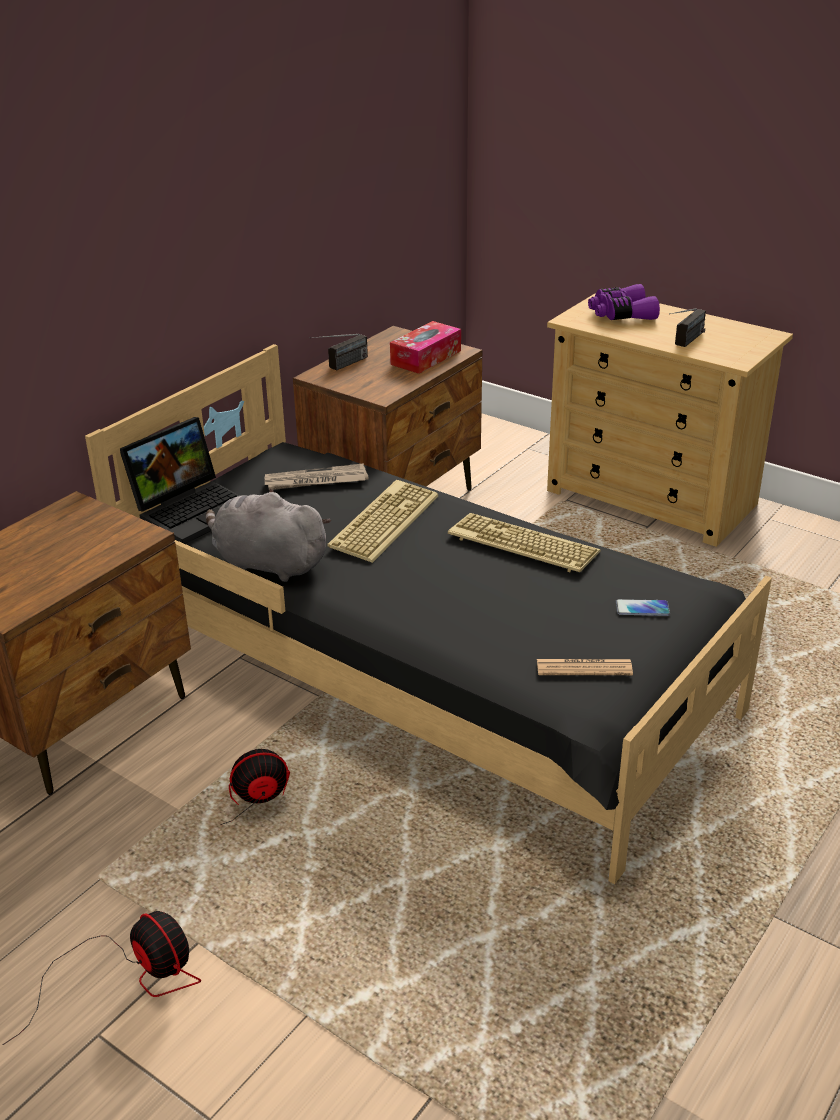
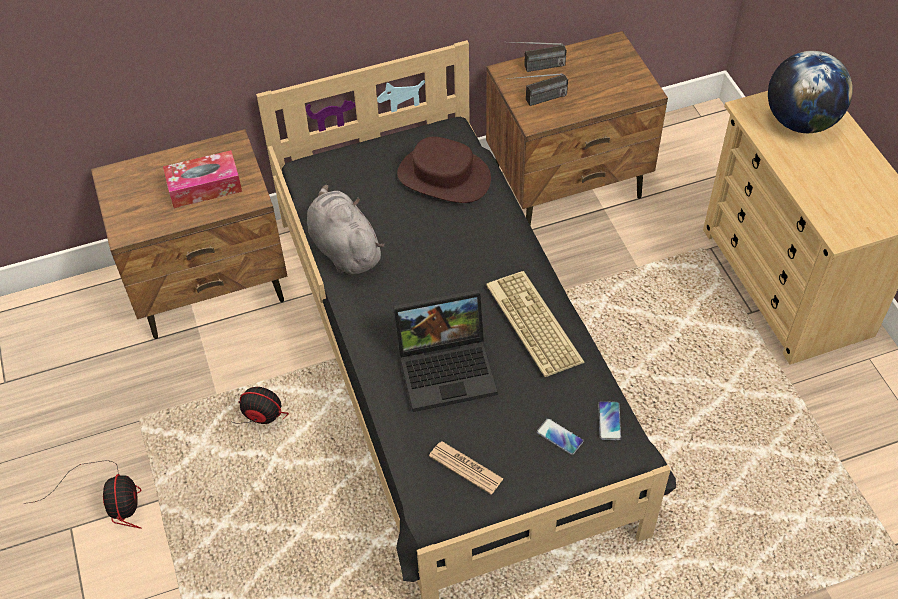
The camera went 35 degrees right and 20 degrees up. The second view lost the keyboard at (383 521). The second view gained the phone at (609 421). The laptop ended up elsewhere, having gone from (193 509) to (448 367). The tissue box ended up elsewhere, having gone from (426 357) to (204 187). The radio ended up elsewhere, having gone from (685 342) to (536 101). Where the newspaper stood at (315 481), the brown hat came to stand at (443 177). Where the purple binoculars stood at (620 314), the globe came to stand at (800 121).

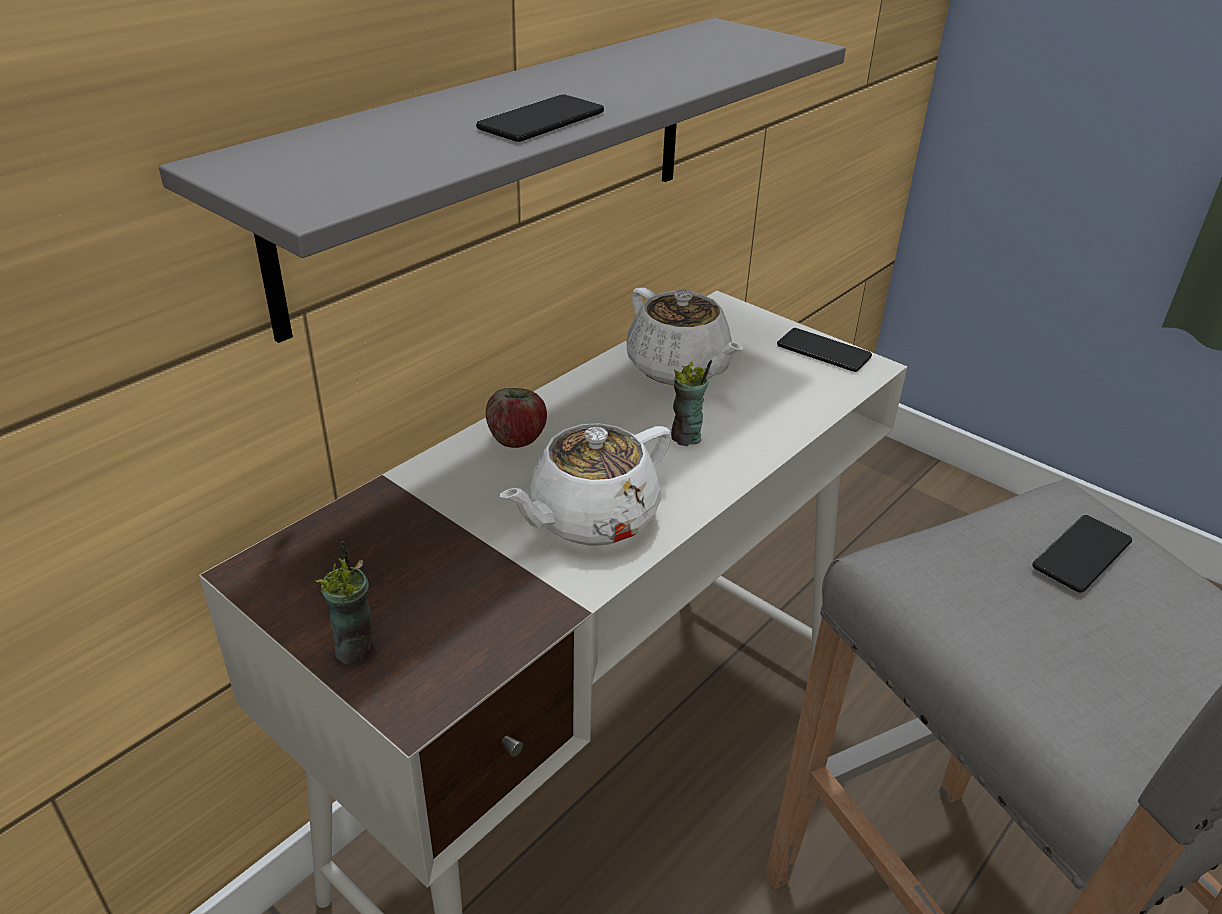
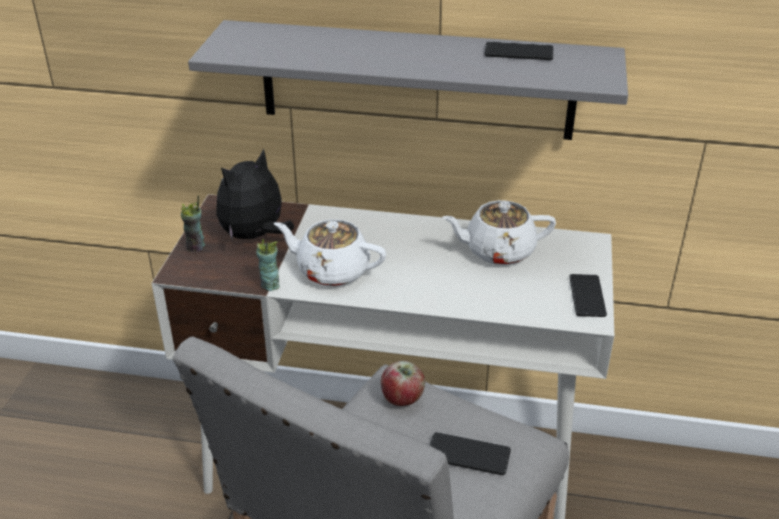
The camera went 60 degrees right and 0 degrees up. The second view gained the plush toy at (255 236). The phone ended up elsewhere, having gone from (541 120) to (518 52). The apple ended up elsewhere, having gone from (517 439) to (403 398). The cup ended up elsewhere, having gone from (686 438) to (270 285). The white teapot at (679 368) ended up facing another way, 60 degrees clockwise from before.

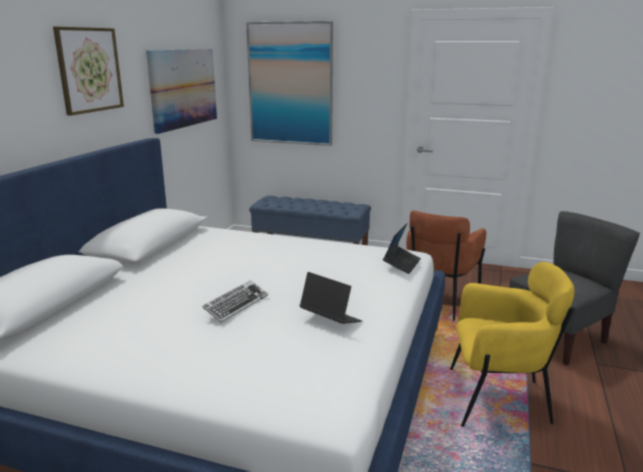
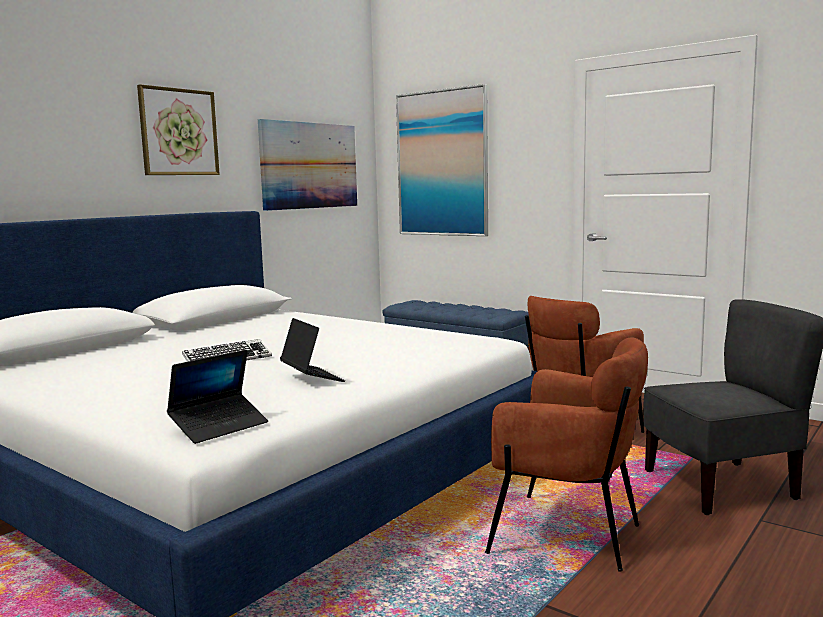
The camera went 20 degrees right and 10 degrees down. The laptop ended up elsewhere, having gone from (401 264) to (219 426). What was the yellow armchair at (498 398) turned into the brown armchair at (566 535).

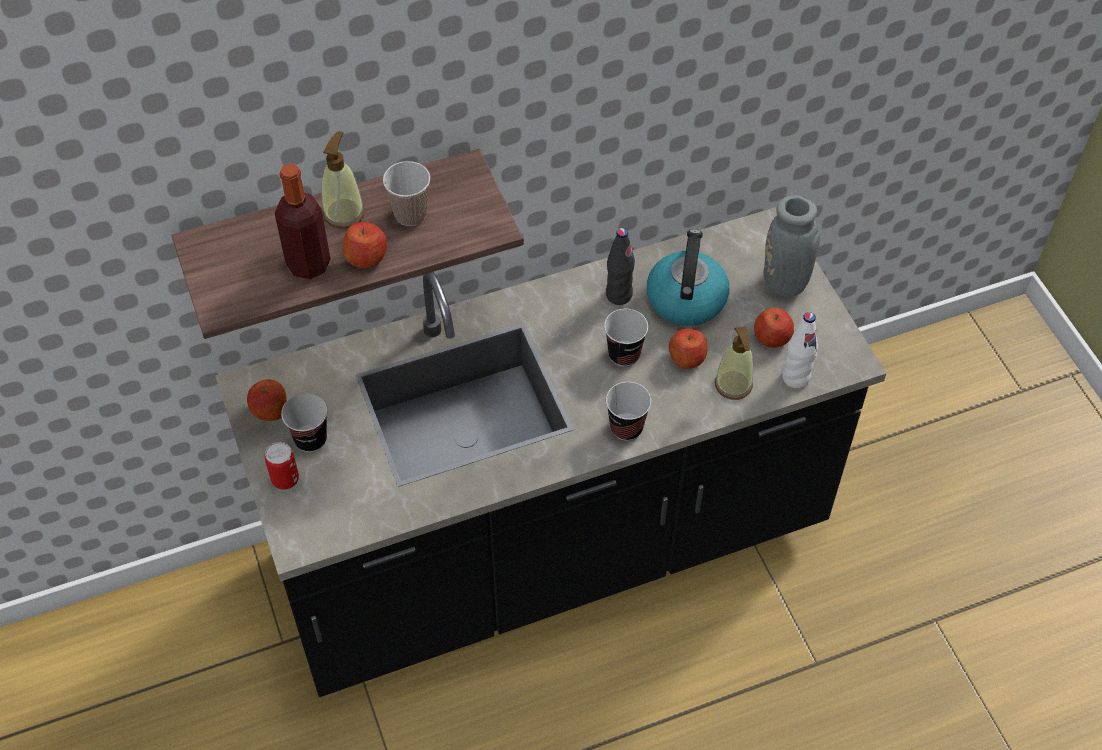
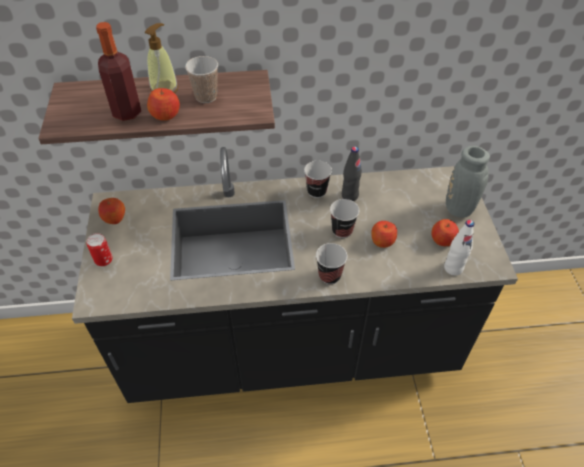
The camera went 15 degrees right and 5 degrees down. The second view lost the kettle at (686 298). The second view lost the soap dispenser at (733 385). The cup ended up elsewhere, having gone from (310 439) to (317 191).

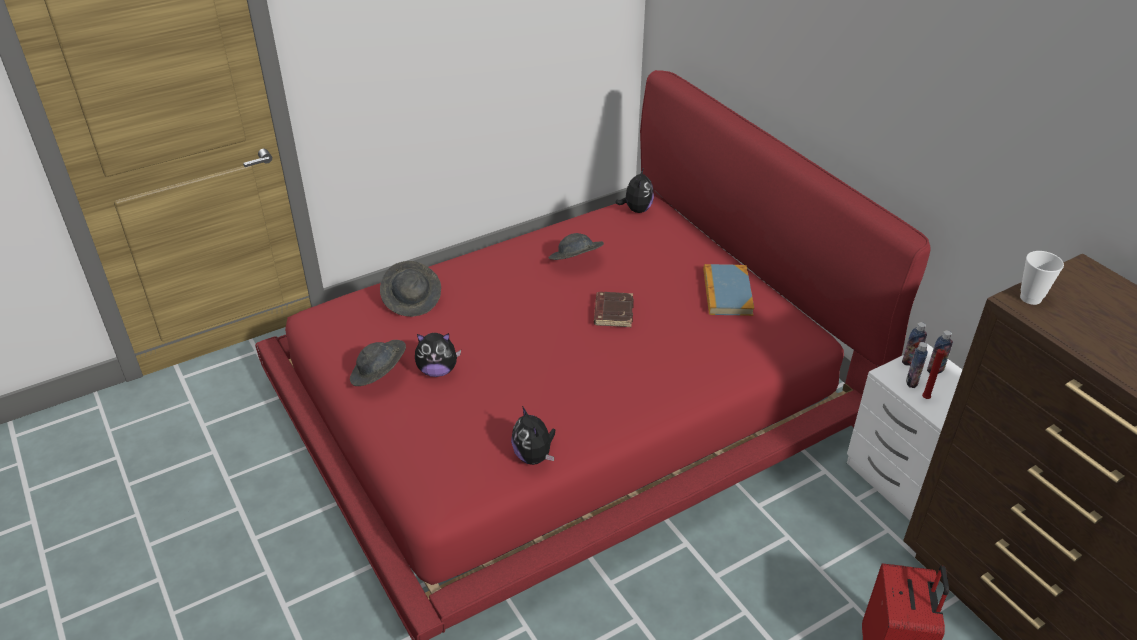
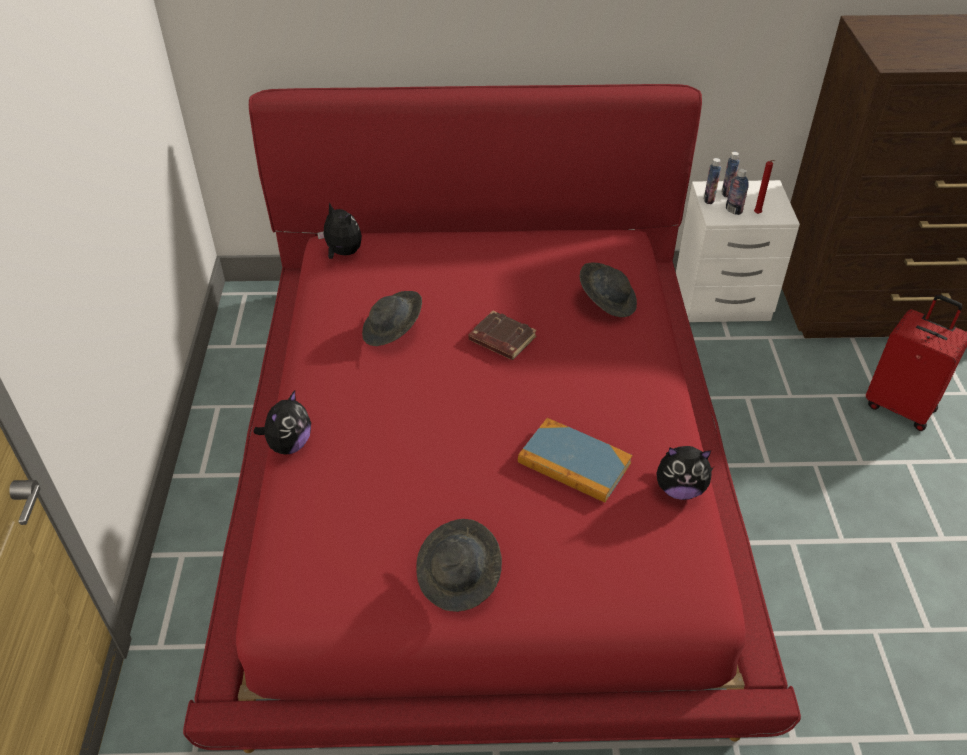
The camera went 60 degrees left and 5 degrees up. The second view lost the cup at (1030 298). The grey hat ended up elsewhere, having gone from (412 300) to (607 301). The plush toy ended up elsewhere, having gone from (437 371) to (289 444). The book ended up elsewhere, having gone from (727 293) to (574 463).

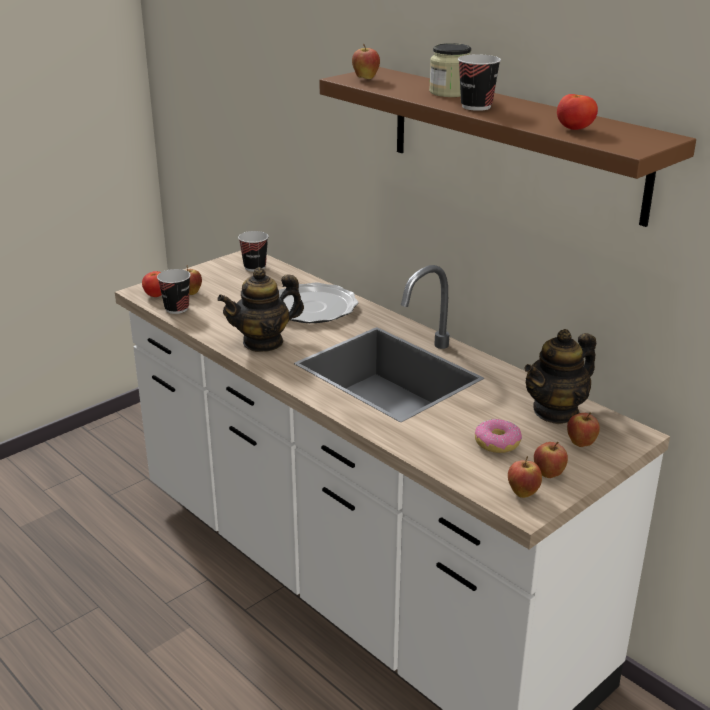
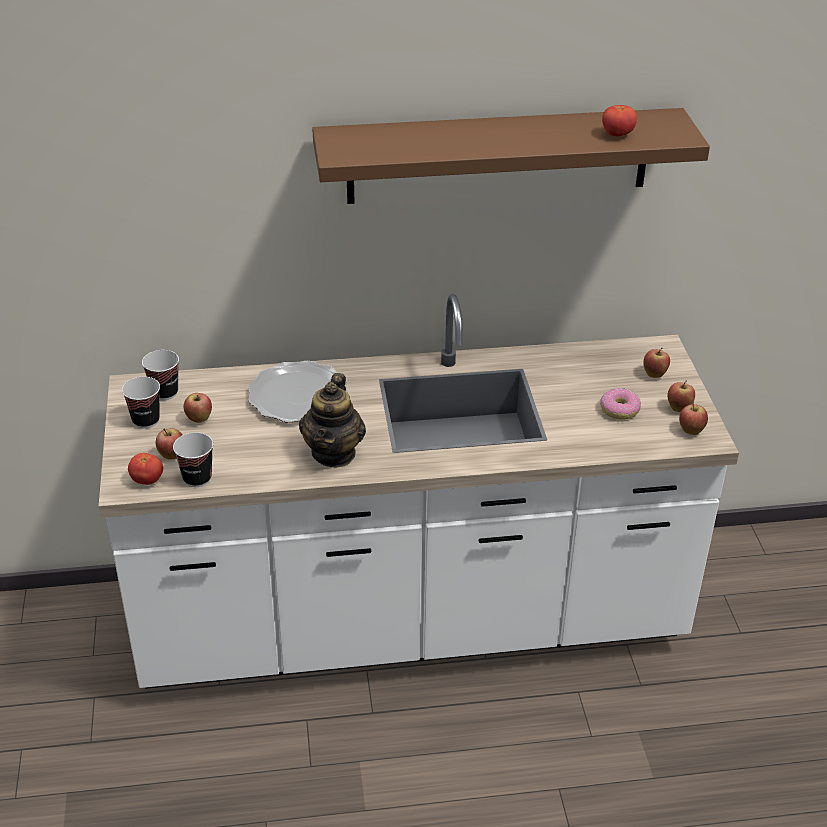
The camera went 55 degrees left and 10 degrees up. The second view lost the jar at (450 92). The second view lost the teapot at (556 411). The apple ended up elsewhere, having gone from (365 79) to (199 419). The cup ended up elsewhere, having gone from (476 106) to (146 420).

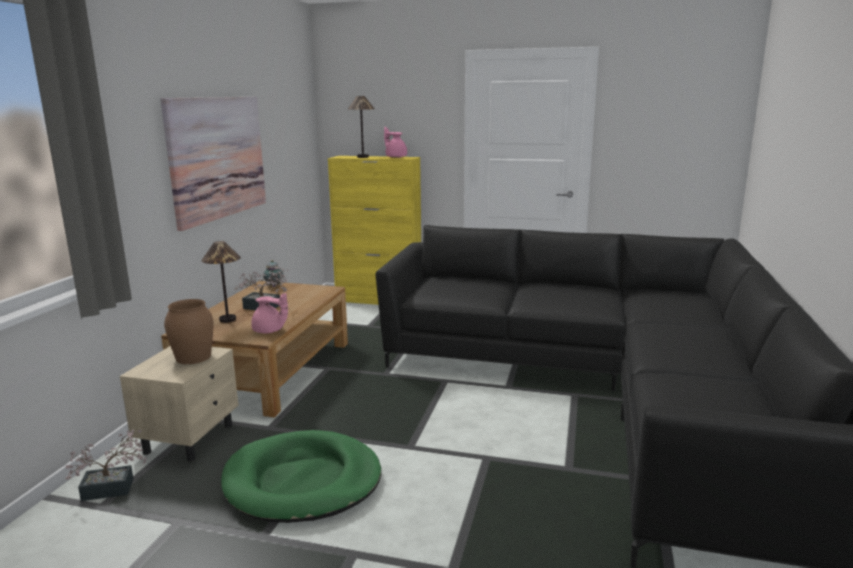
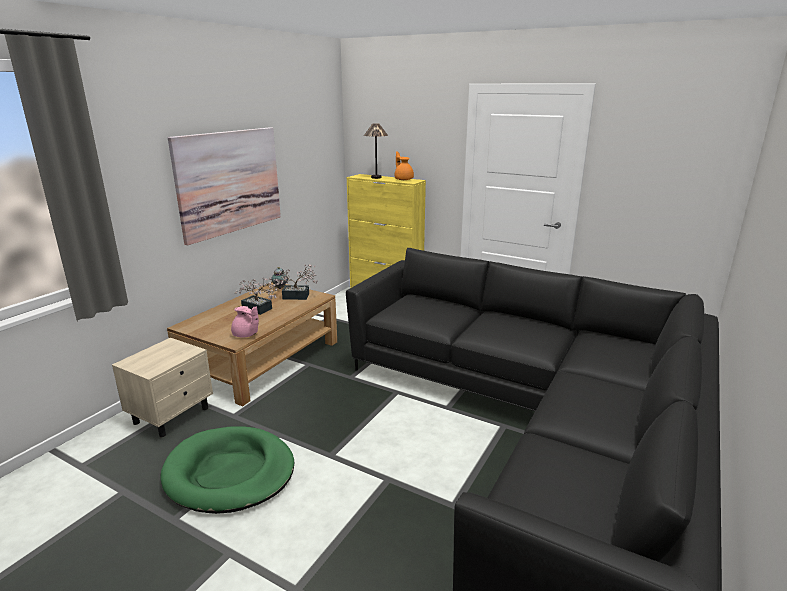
The camera went 15 degrees right and 5 degrees up. The second view lost the brown vase at (194 357). The second view lost the table lamp at (227 320). The potted plant ended up elsewhere, having gone from (114 489) to (299 296). What was the pink teapot at (395 157) turned into the orange teapot at (403 179).

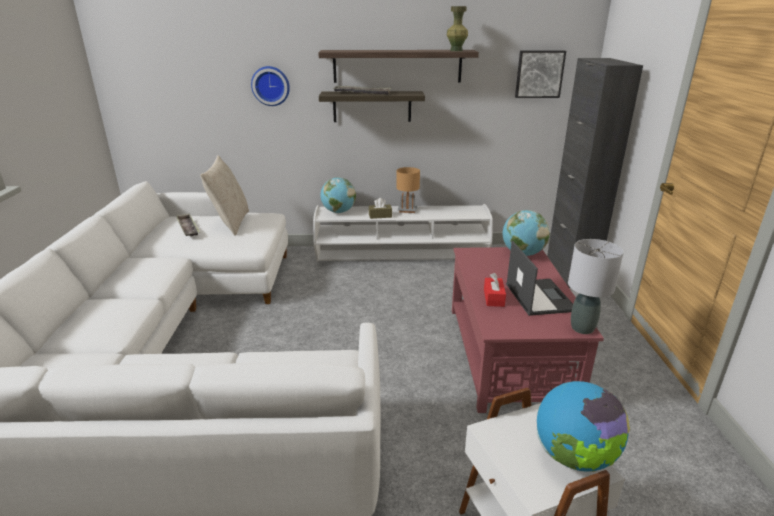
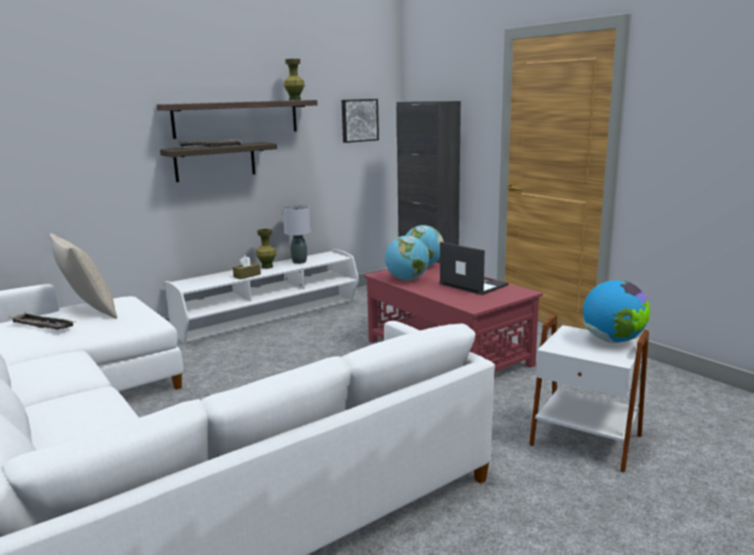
The camera went 35 degrees left and 10 degrees down. The second view lost the wall clock at (271 85). The second view lost the red tissue box at (493 298). The globe ended up elsewhere, having gone from (338 212) to (407 279). The grey table lamp ended up elsewhere, having gone from (581 328) to (299 262). Where the brown table lamp stood at (407 210), the green vase came to stand at (267 267).

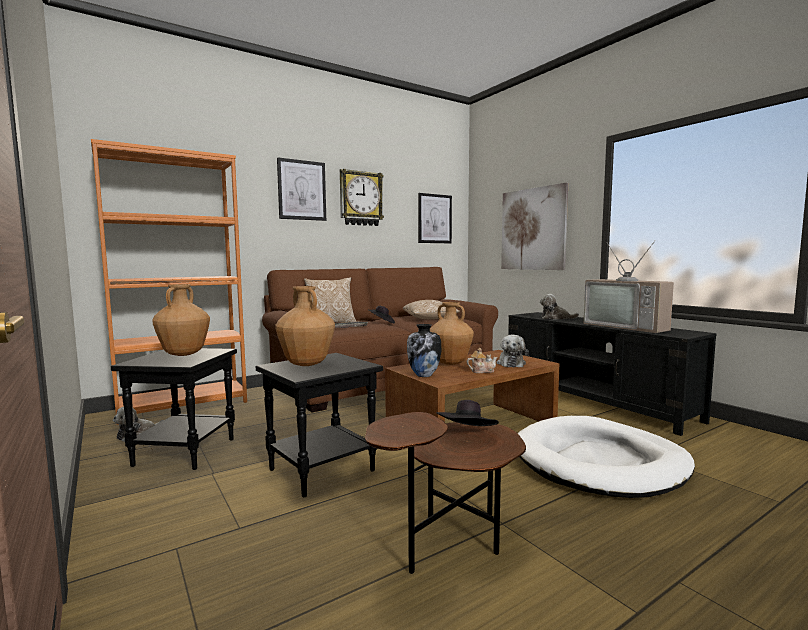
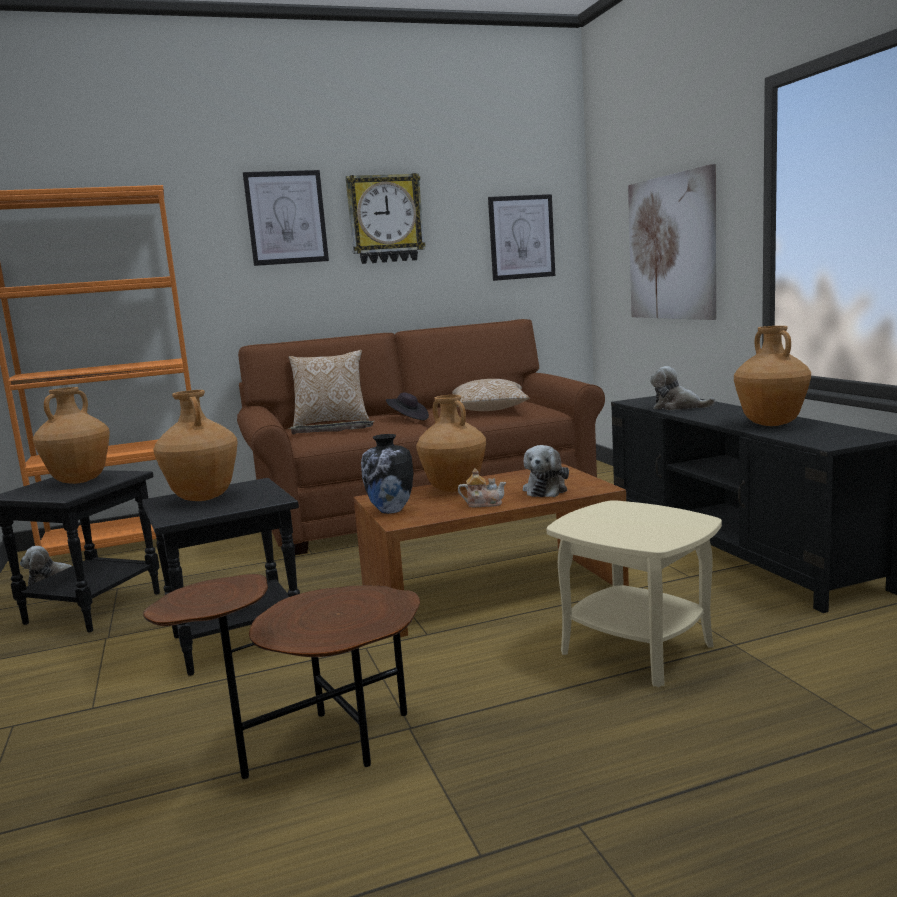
The camera went 15 degrees right and 5 degrees up. The second view lost the black hat at (467 435). Where the white dog bed stood at (599 462), the beige side table came to stand at (637 650). Where the television stood at (628 326), the brown vase came to stand at (771 424).

